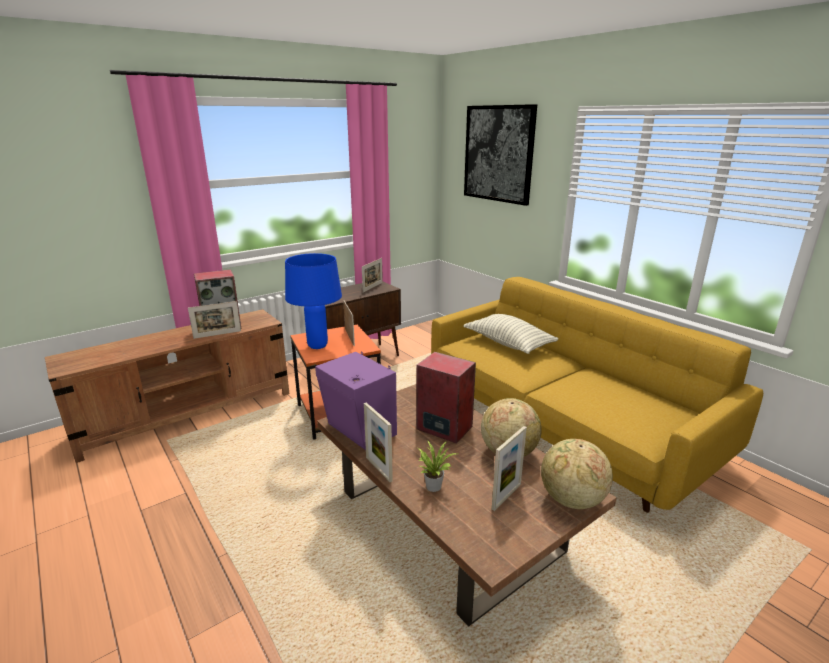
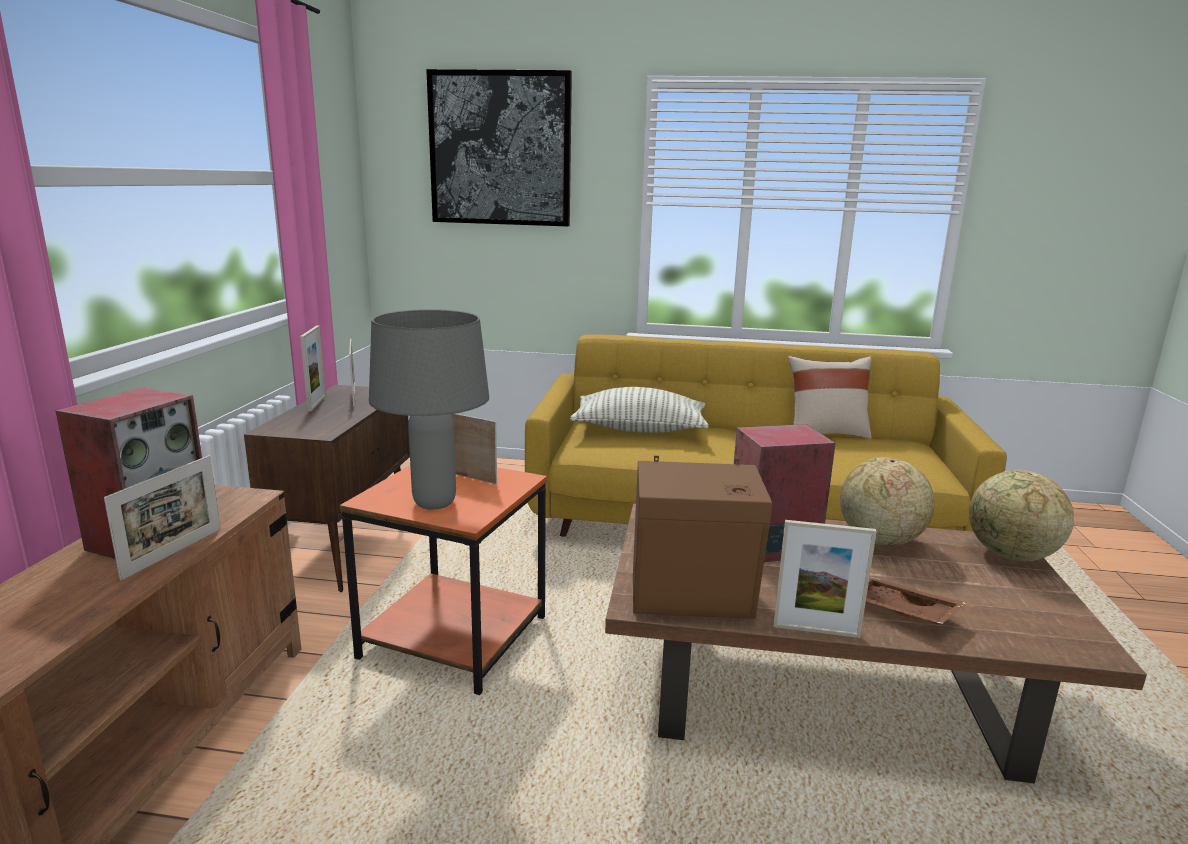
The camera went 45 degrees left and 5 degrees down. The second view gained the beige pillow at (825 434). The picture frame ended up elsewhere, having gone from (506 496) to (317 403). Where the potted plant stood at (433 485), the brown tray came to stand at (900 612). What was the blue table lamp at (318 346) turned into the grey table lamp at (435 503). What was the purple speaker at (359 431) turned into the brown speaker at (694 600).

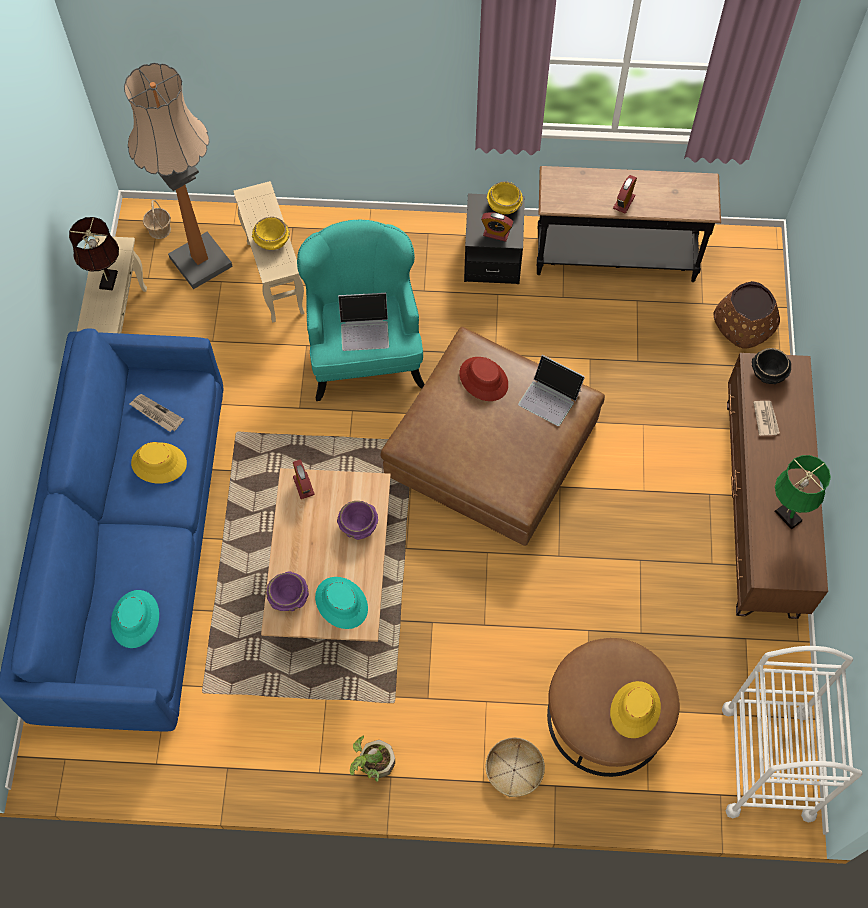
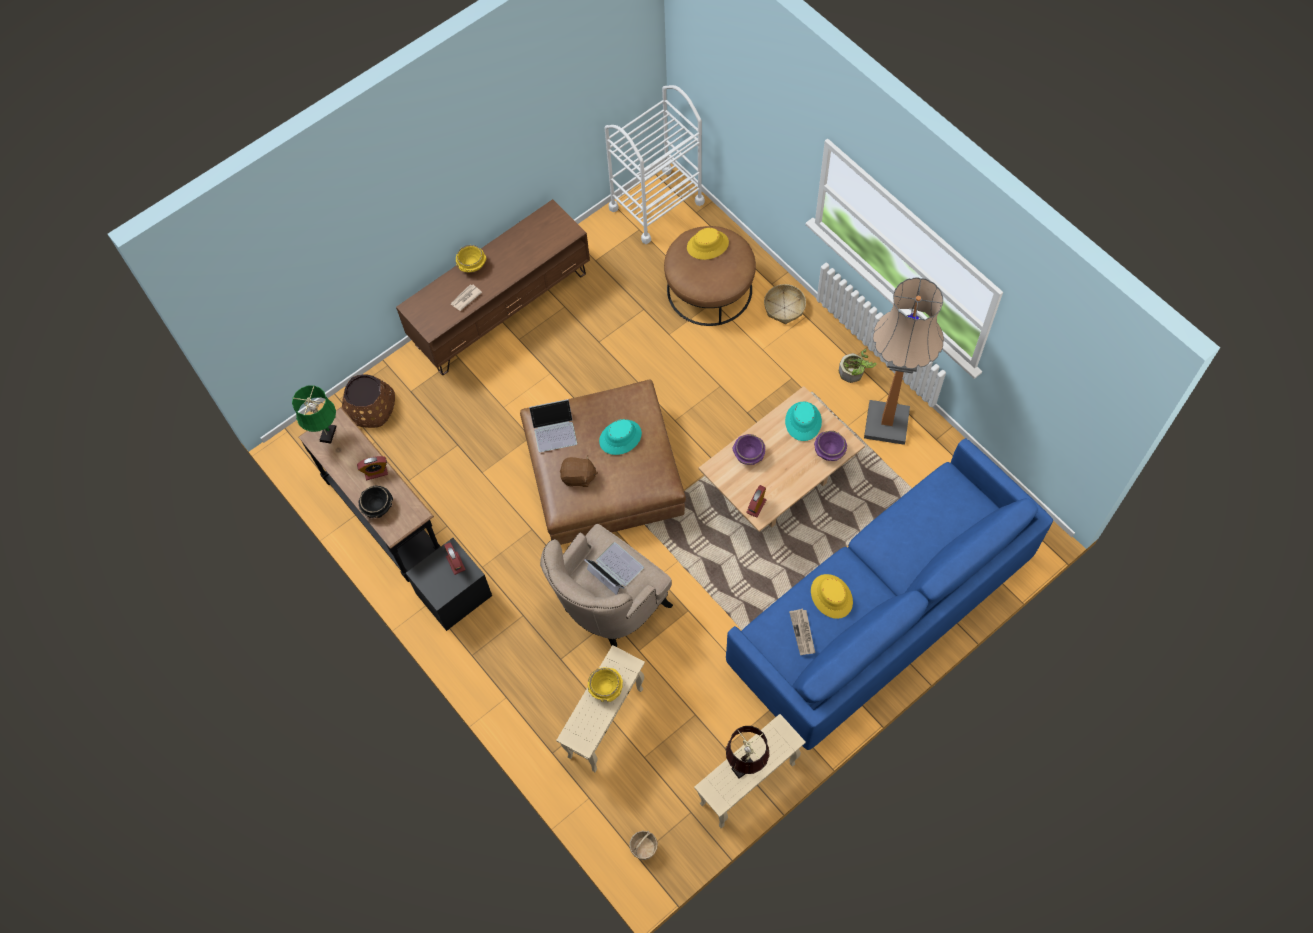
The camera went 130 degrees left and 0 degrees up. The turquoise hat ended up elsewhere, having gone from (135 619) to (620 437). The floor lamp ended up elsewhere, having gone from (201 262) to (886 423). The yellow bowl ended up elsewhere, having gone from (504 205) to (472 265). The black bowl ended up elsewhere, having gone from (768 373) to (378 506). The green table lamp ended up elsewhere, having gone from (786 514) to (327 435). Where the red hat stood at (484 379), the brown plush toy came to stand at (578 477). What was the turquoise armchair at (365 353) turned into the beige armchair at (608 607). The laptop at (550 397) ended up facing another way, 90 degrees clockwise from before.

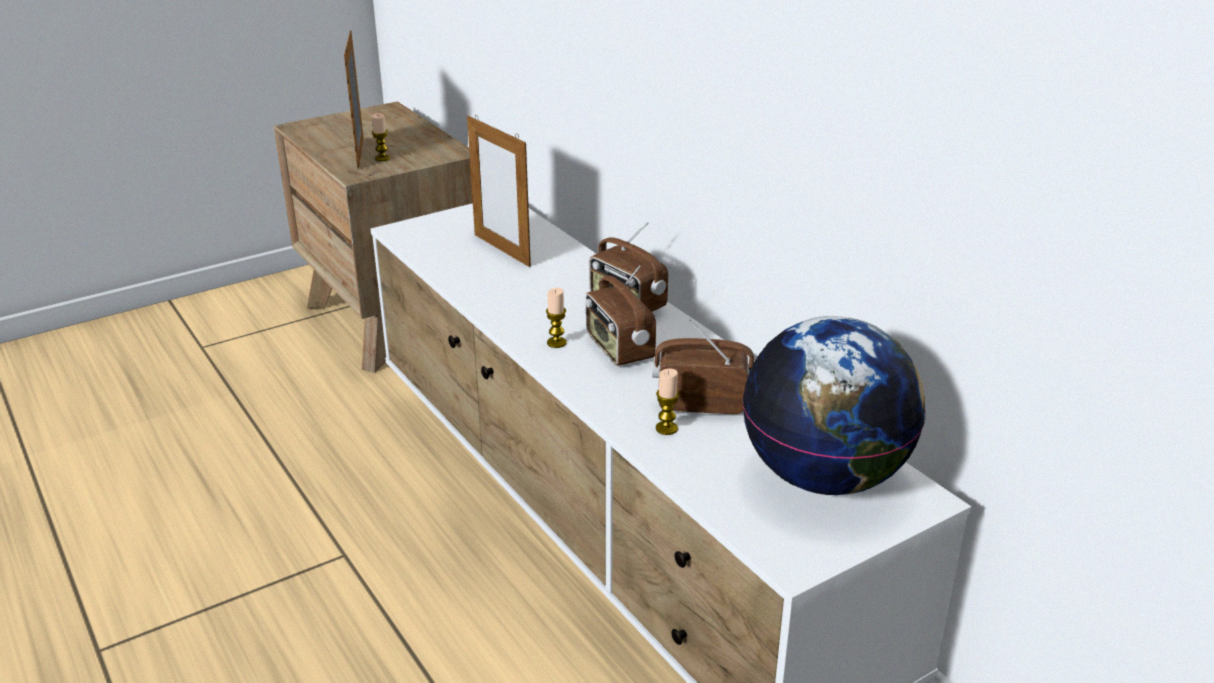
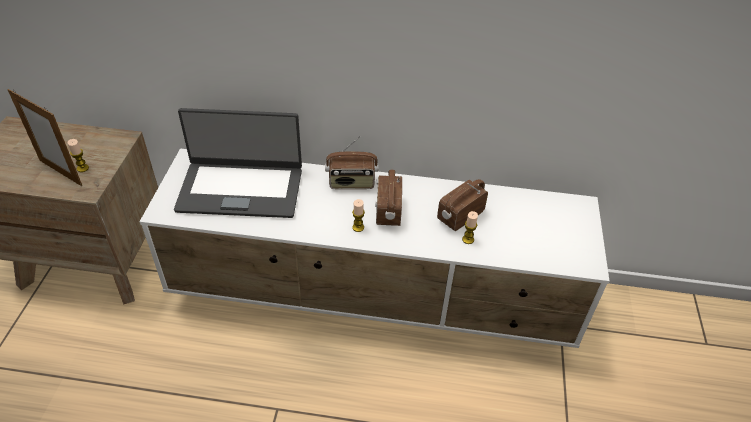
The camera went 50 degrees left and 15 degrees up. The second view lost the globe at (825 477). Where the picture frame stood at (502 250), the laptop came to stand at (241 189). The radio at (618 348) ended up facing another way, 75 degrees clockwise from before.

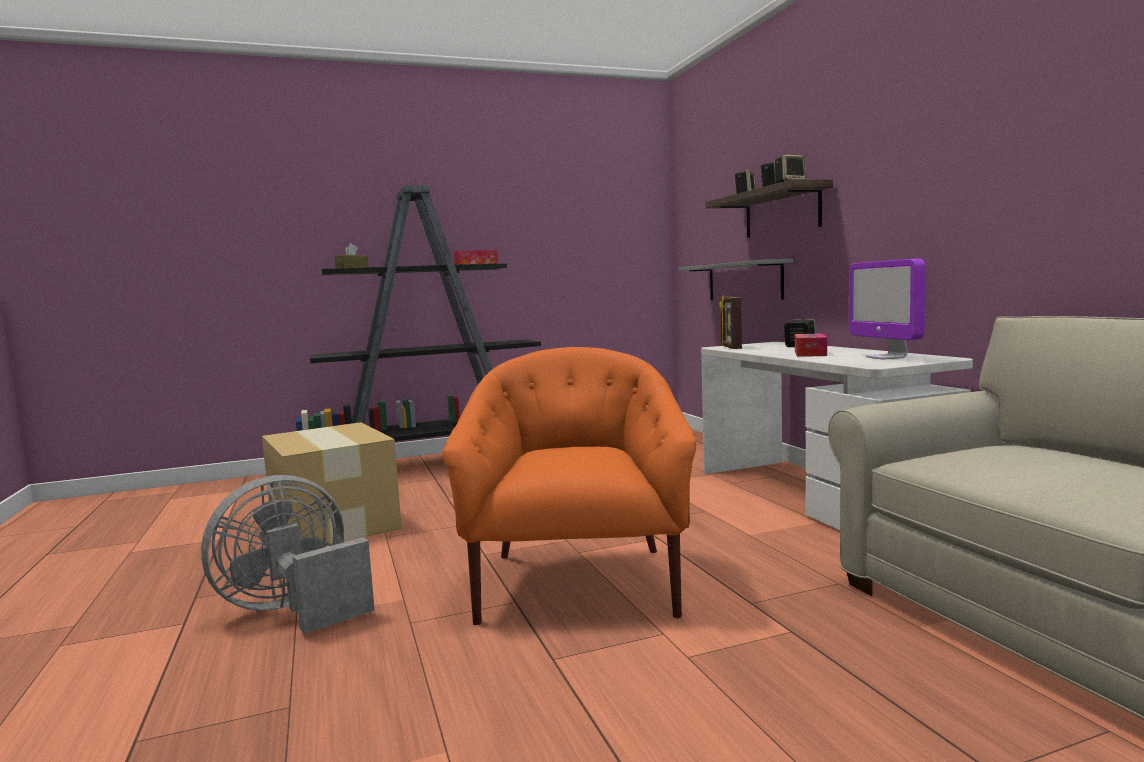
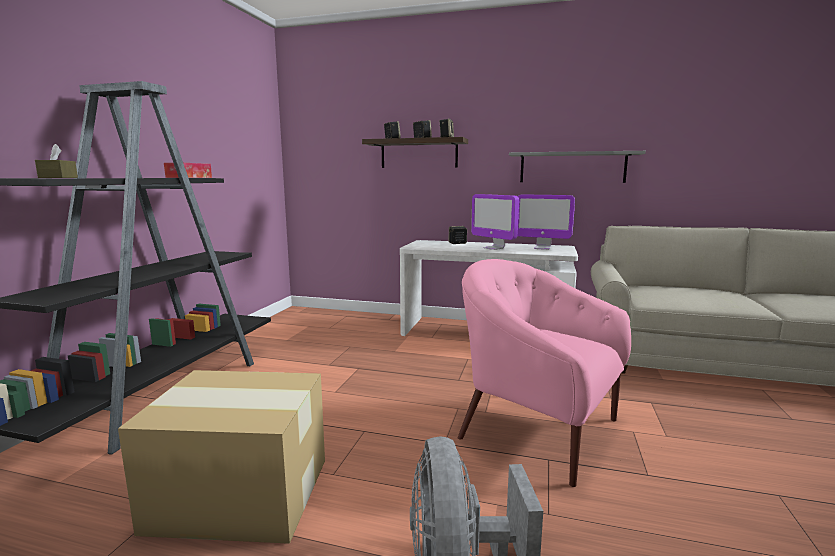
The camera went 55 degrees left and 5 degrees up. The second view lost the picture frame at (730 347). The grey shelf ended up elsewhere, having gone from (744 281) to (572 167). Where the tissue box stood at (810 353), the monitor came to stand at (494 248). What was the orange armchair at (578 582) turned into the pink armchair at (537 429).

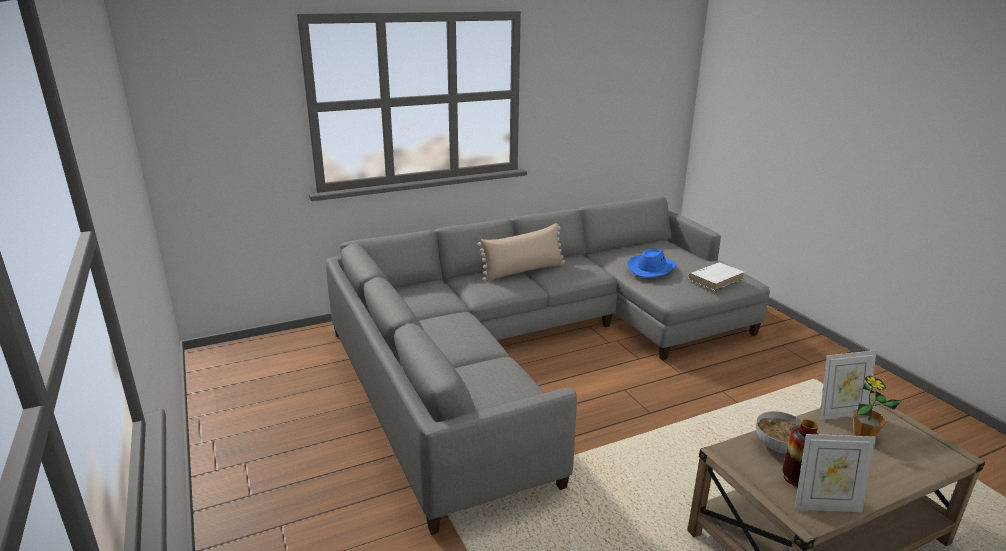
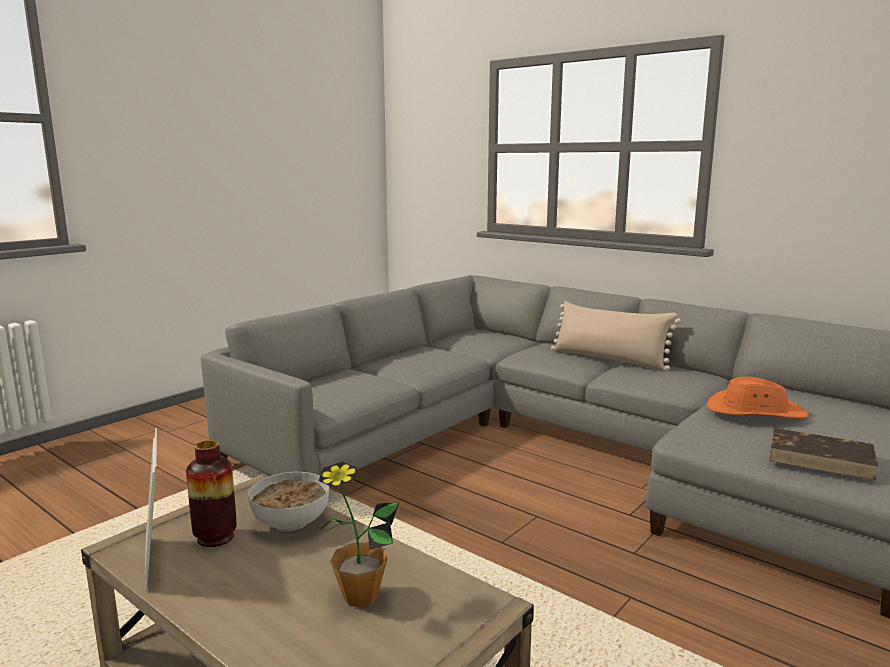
The camera went 65 degrees right and 10 degrees down. The second view lost the picture frame at (840 413). What was the blue hat at (652 268) turned into the orange hat at (755 411). What was the white book at (716 278) turned into the brown book at (821 458).

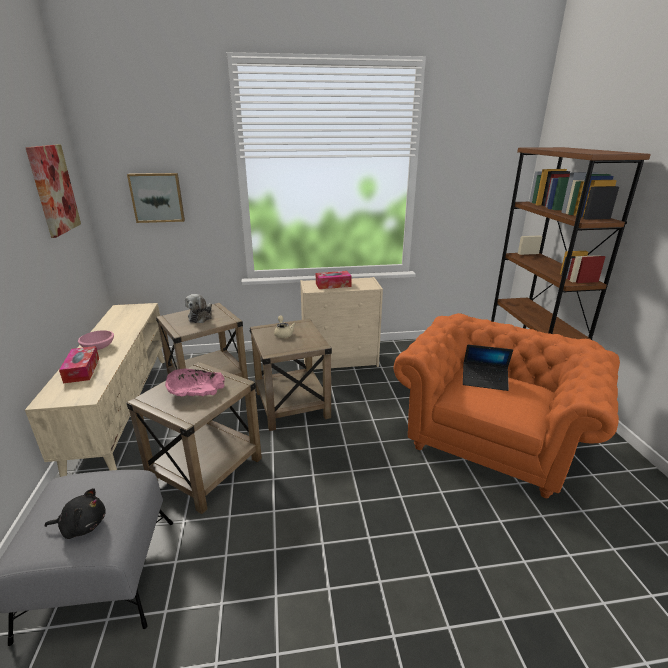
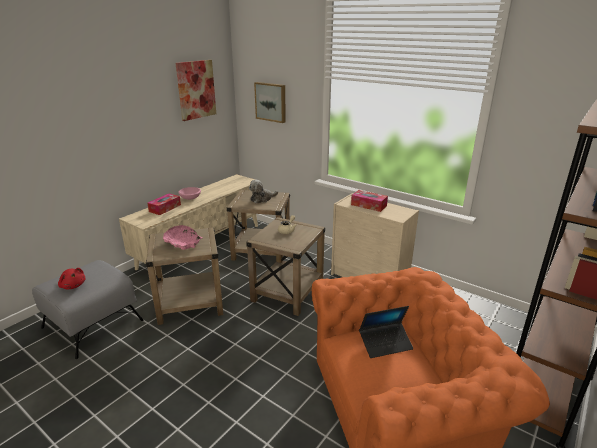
The camera went 45 degrees right and 0 degrees up. What was the black plush toy at (82 525) turned into the red plush toy at (73 285). The laptop at (484 380) ended up facing another way, 75 degrees counterclockwise from before.

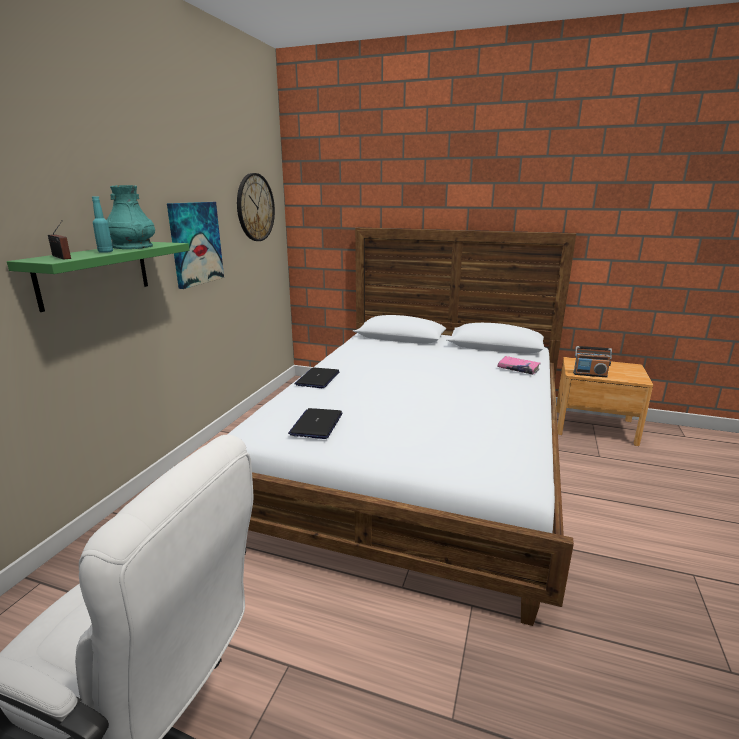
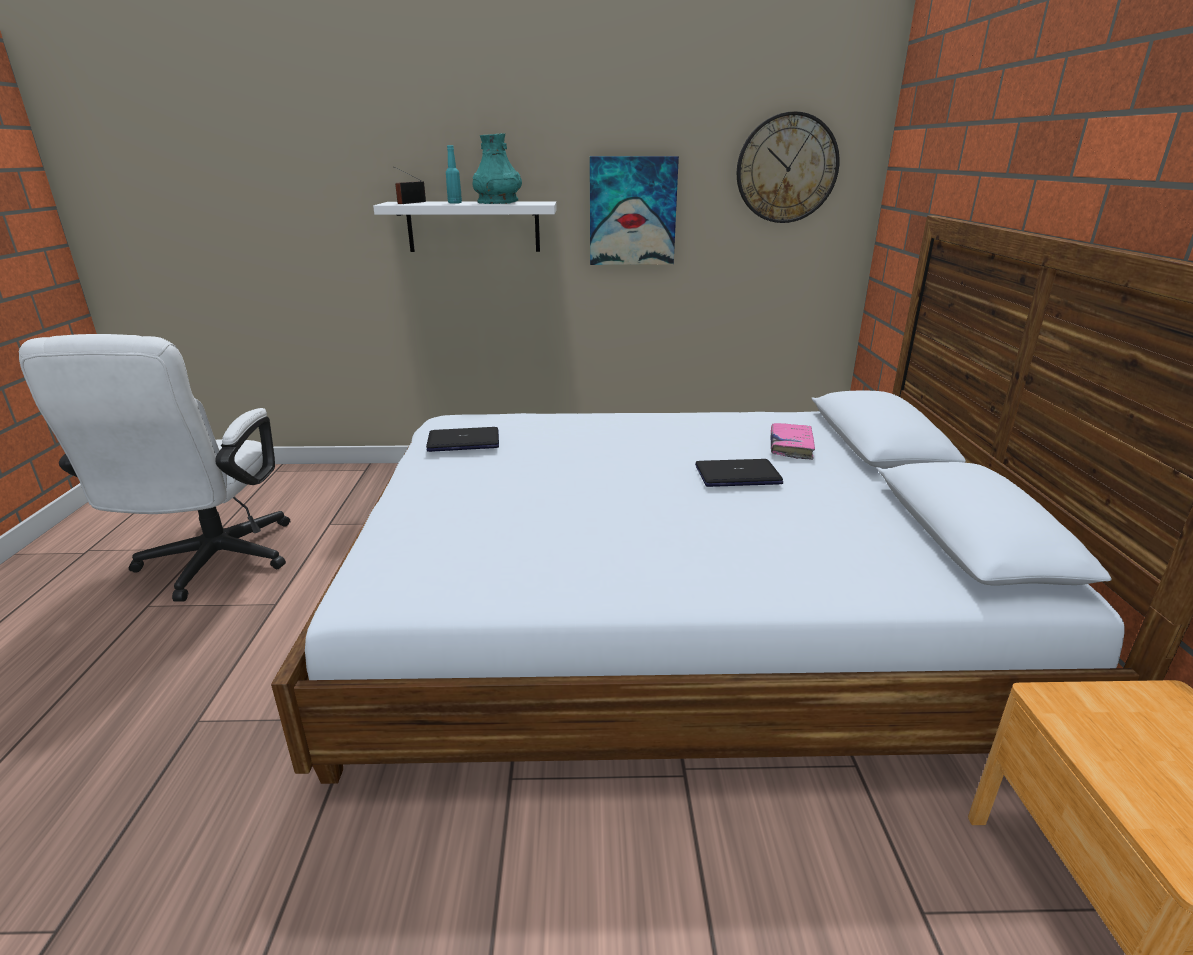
The camera went 70 degrees right and 5 degrees up. The second view lost the radio at (590 374). The laptop ended up elsewhere, having gone from (317 379) to (737 475). The pink book ended up elsewhere, having gone from (518 369) to (790 446). What was the green shelf at (95 274) turned into the white shelf at (473 226).

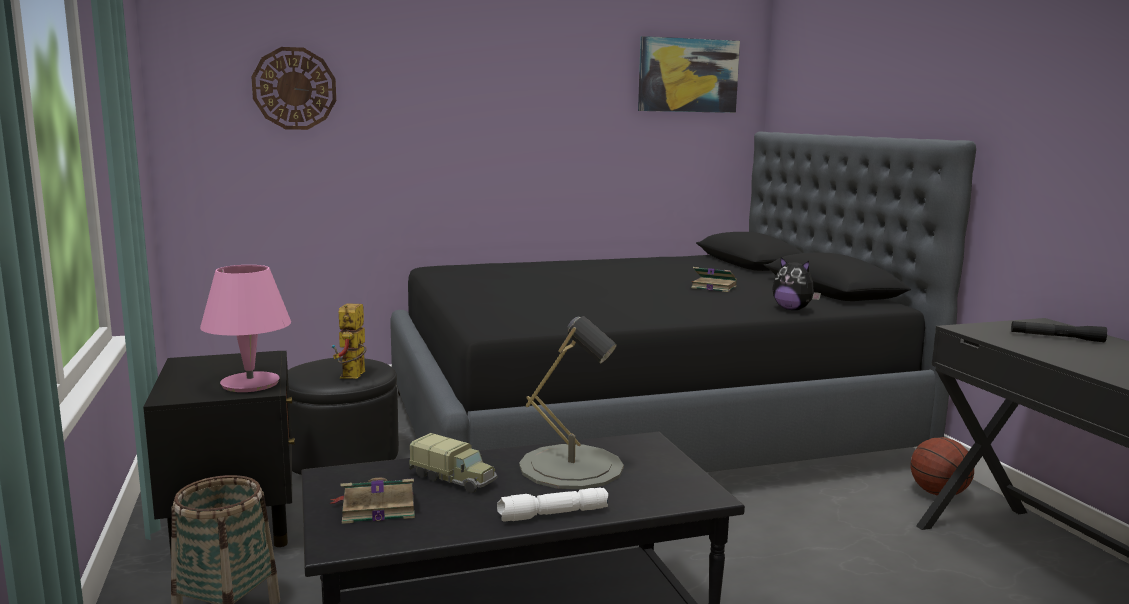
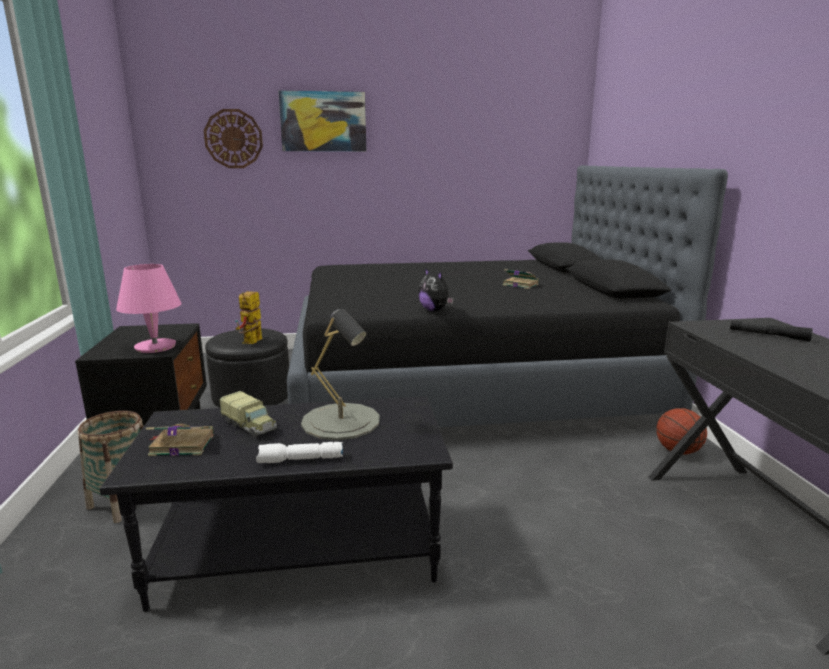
The camera went 10 degrees right and 5 degrees up. The picture ended up elsewhere, having gone from (688 75) to (323 121). The plush toy ended up elsewhere, having gone from (792 309) to (435 310).

